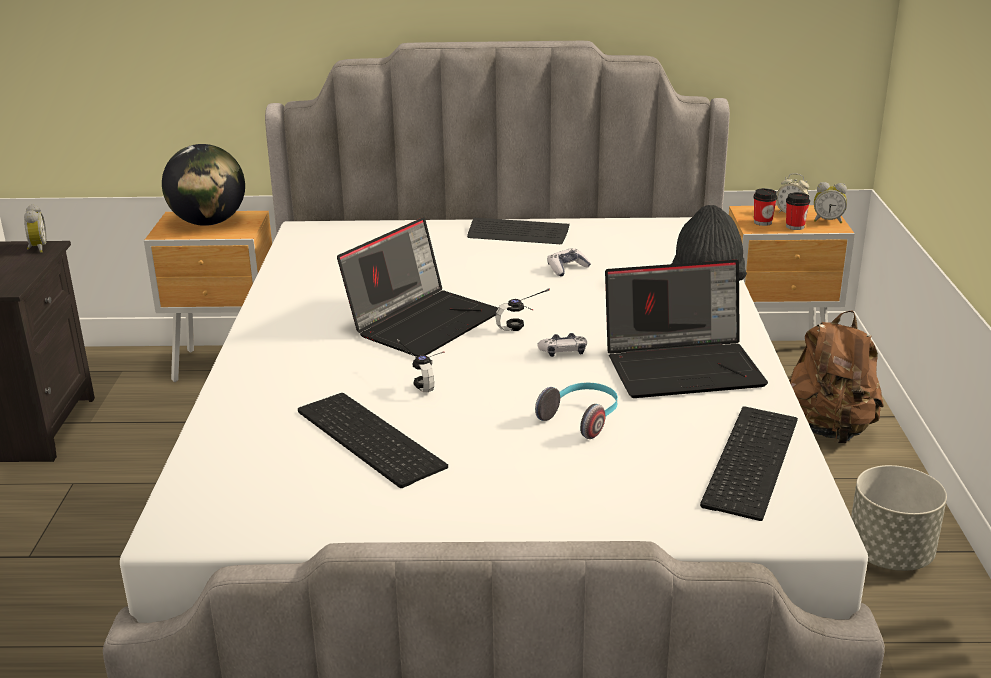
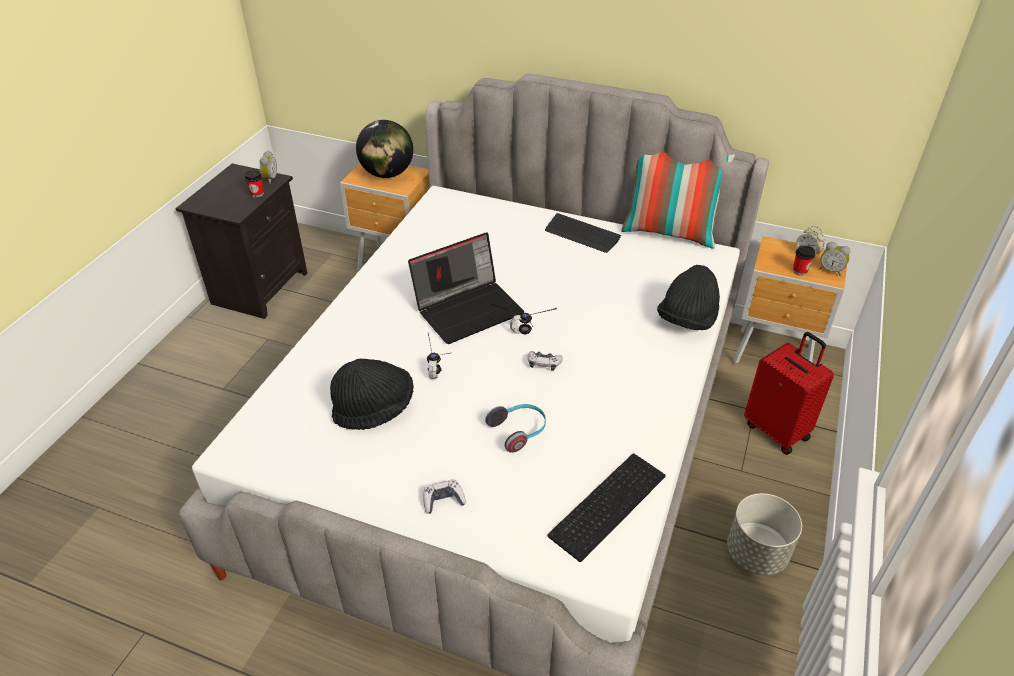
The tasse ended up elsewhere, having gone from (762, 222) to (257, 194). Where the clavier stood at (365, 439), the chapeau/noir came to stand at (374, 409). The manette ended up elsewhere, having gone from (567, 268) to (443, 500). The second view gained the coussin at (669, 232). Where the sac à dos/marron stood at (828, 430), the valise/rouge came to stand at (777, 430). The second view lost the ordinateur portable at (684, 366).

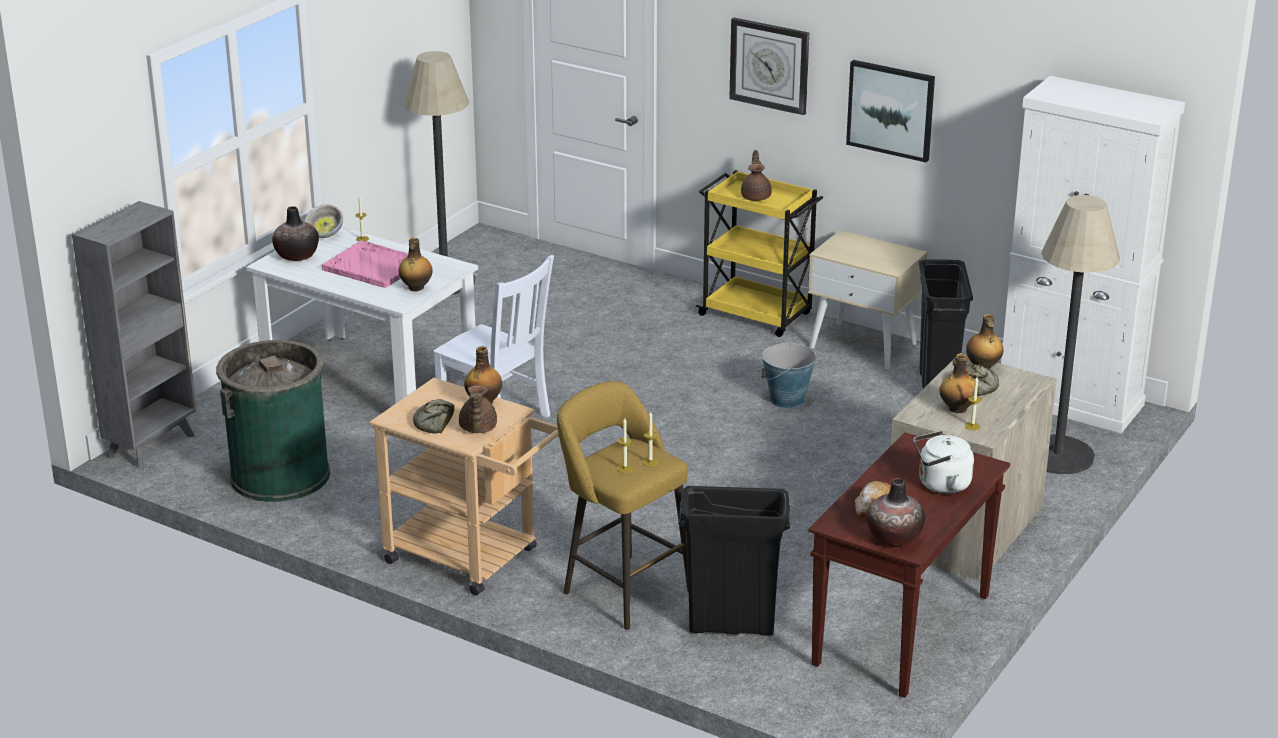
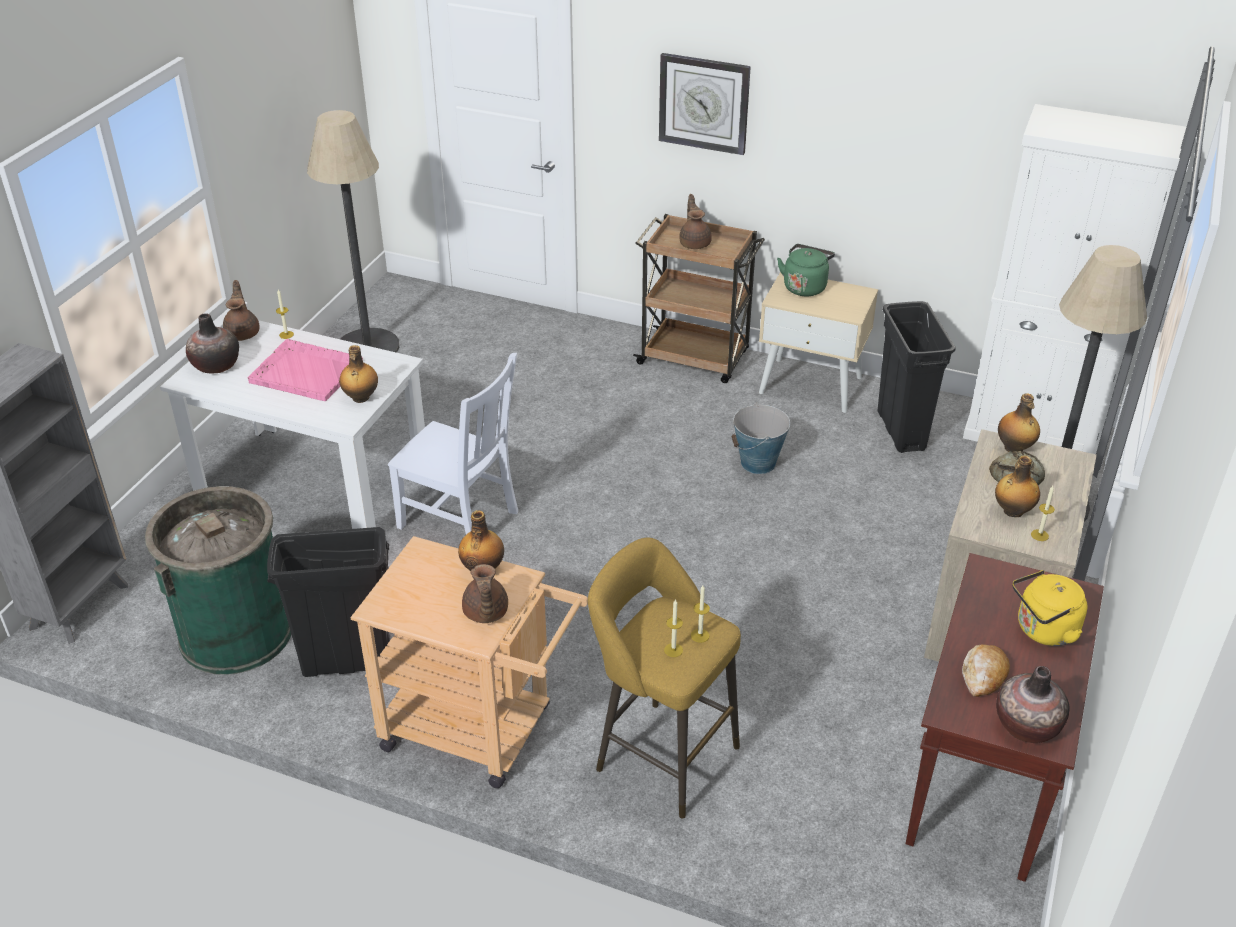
Where the bol stood at (325, 234), the théière/marron came to stand at (243, 333). The poubelle/noir ended up elsewhere, having gone from (732, 626) to (348, 662). What was the chariot/jaune at (757, 315) turned into the chariot/marron at (695, 358). The second view gained the bouilloire/vert at (805, 286). What was the bouilloire/blanc at (941, 485) turned into the bouilloire/jaune at (1043, 631). The second view lost the pain at (434, 422). The second view lost the tableau at (891, 109).

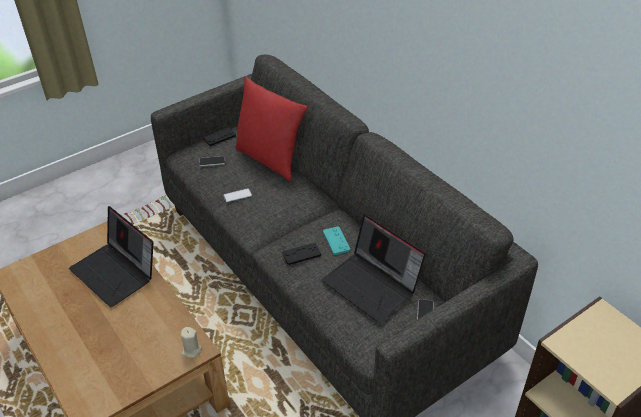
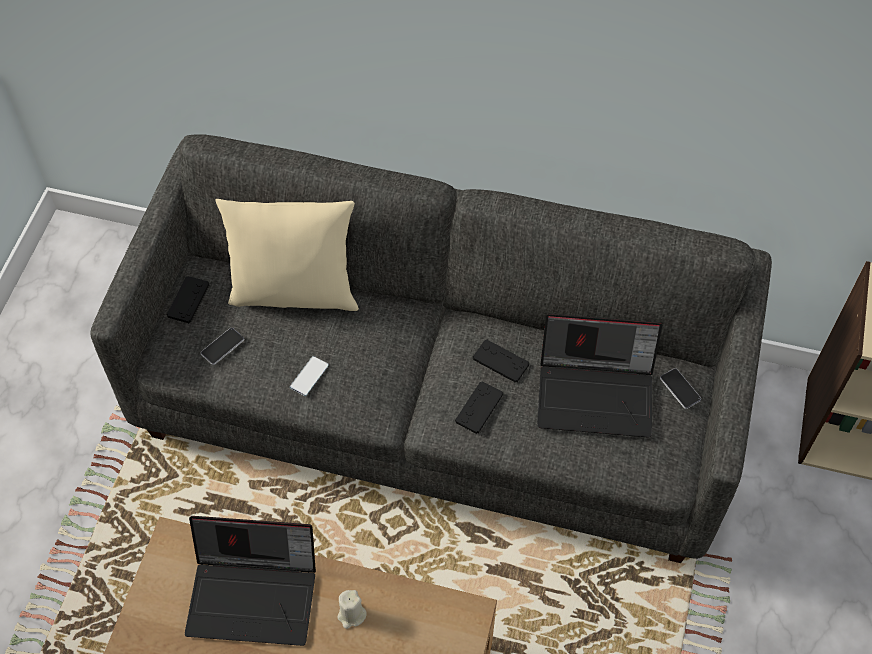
What was the coussin/rouge at (270, 159) turned into the coussin/beige at (295, 292). The bougie/beige ended up elsewhere, having gone from (191, 350) to (351, 615). What was the manette/turquoise at (336, 241) turned into the manette/noir at (500, 361).

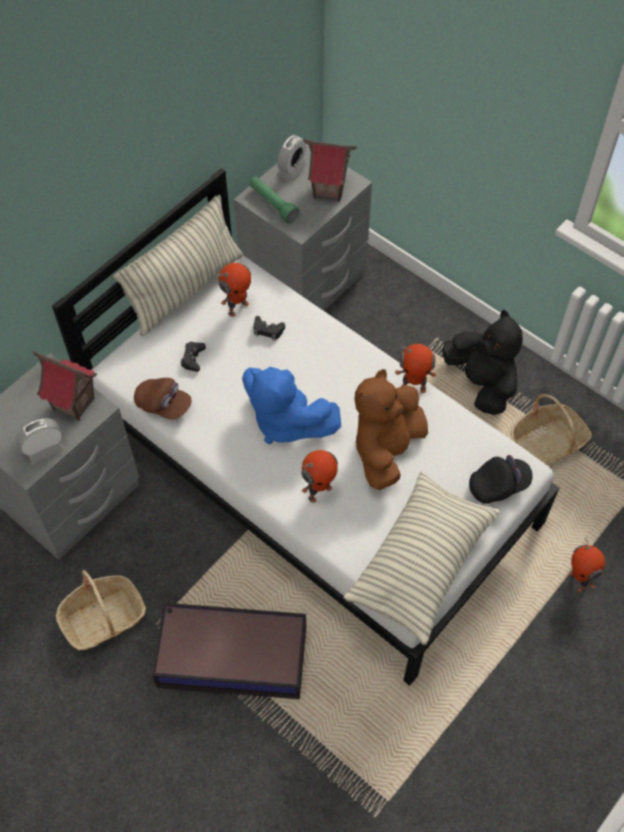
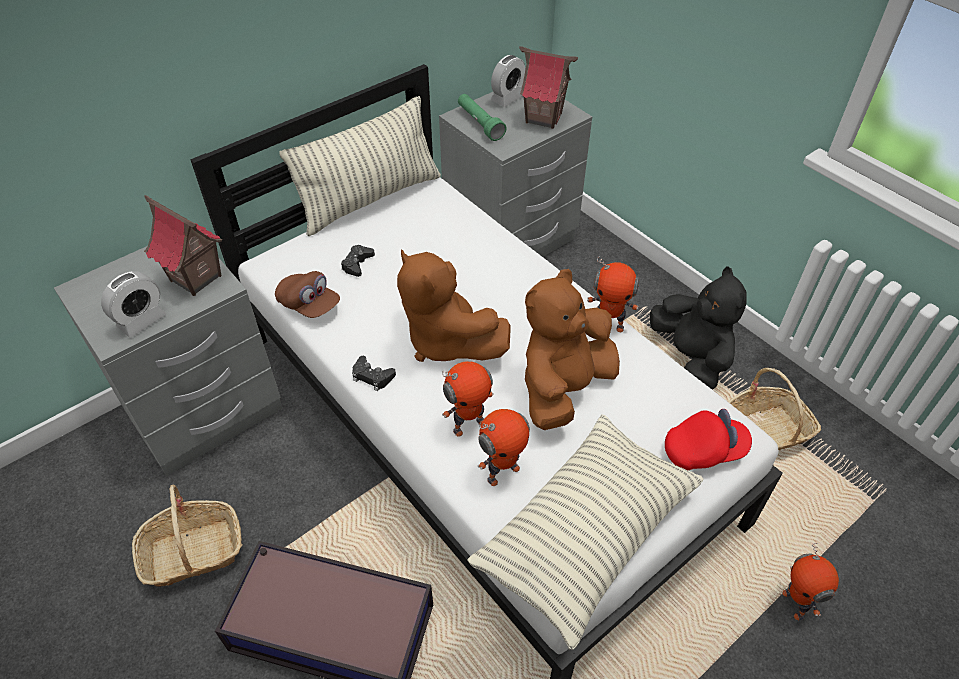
The réveil at (44, 450) ended up facing another way, 150 degrees clockwise from before. The manette/noir ended up elsewhere, having gone from (268, 330) to (372, 376). What was the peluche/bleu at (285, 421) turned into the peluche/marron at (446, 340). The robot jouet ended up elsewhere, having gone from (237, 307) to (502, 472). What was the casquette/noir at (498, 485) turned into the casquette/rouge at (704, 451).

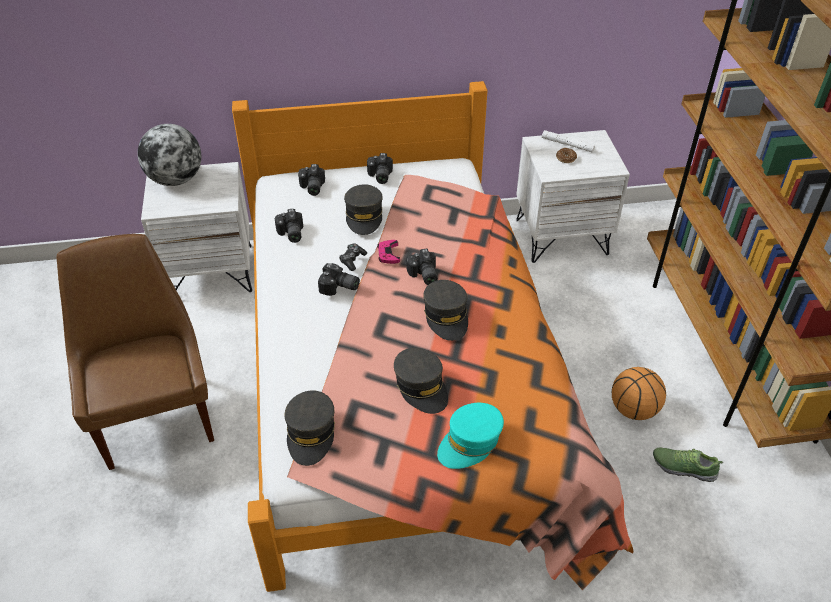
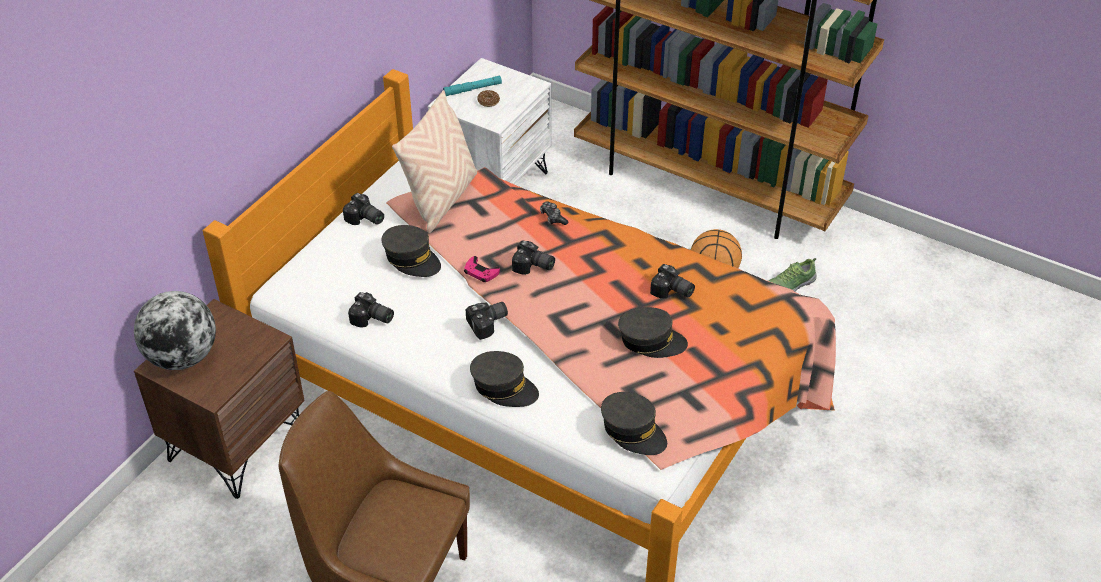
What was the table de chevet/blanc at (211, 271) turned into the table de chevet/marron at (236, 443). The second view gained the coussin/beige at (442, 199). What was the lampe de poche/blanc at (567, 145) turned into the lampe de poche/turquoise at (472, 89). The casquette/gris ended up elsewhere, having gone from (446, 316) to (504, 387). The manette ended up elsewhere, having gone from (352, 260) to (553, 217). The appareil photo ended up elsewhere, having gone from (311, 188) to (672, 292). The second view lost the casquette/turquoise at (470, 442).

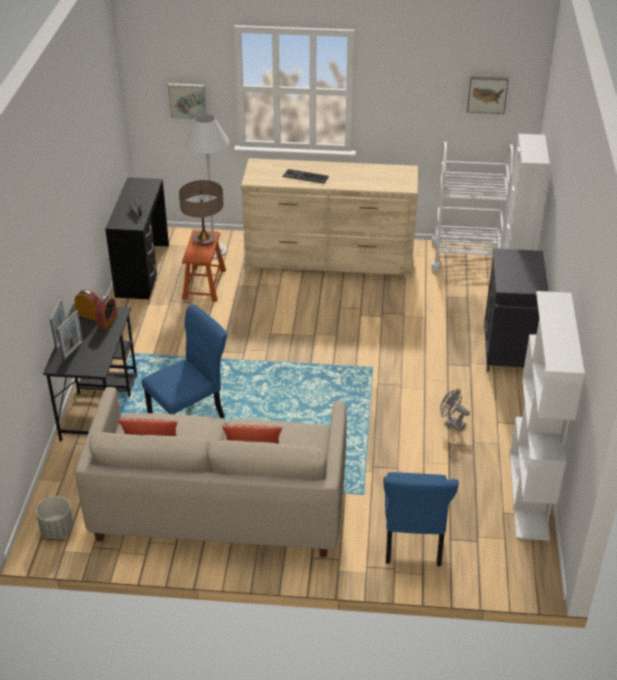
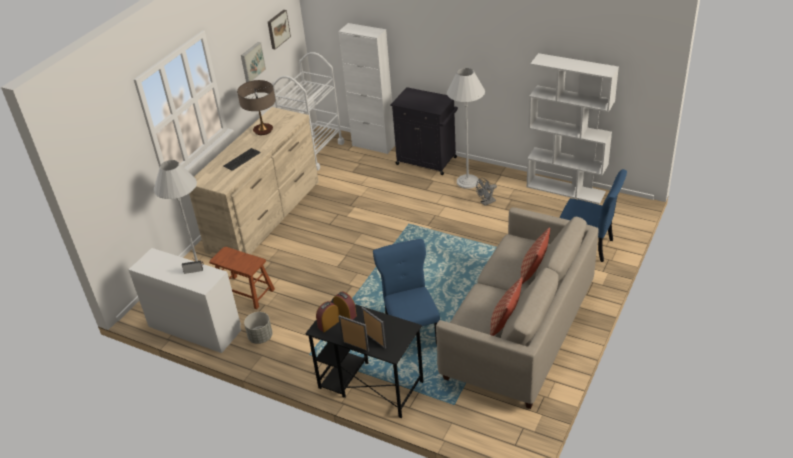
What was the bureau/noir at (142, 270) turned into the bureau/blanc at (194, 328). The lampe de table ended up elsewhere, having gone from (204, 239) to (263, 130). The tableau ended up elsewhere, having gone from (187, 100) to (252, 62). The cache-pot/gris ended up elsewhere, having gone from (57, 530) to (260, 337). The second view gained the lampadaire/blanc at (467, 181).

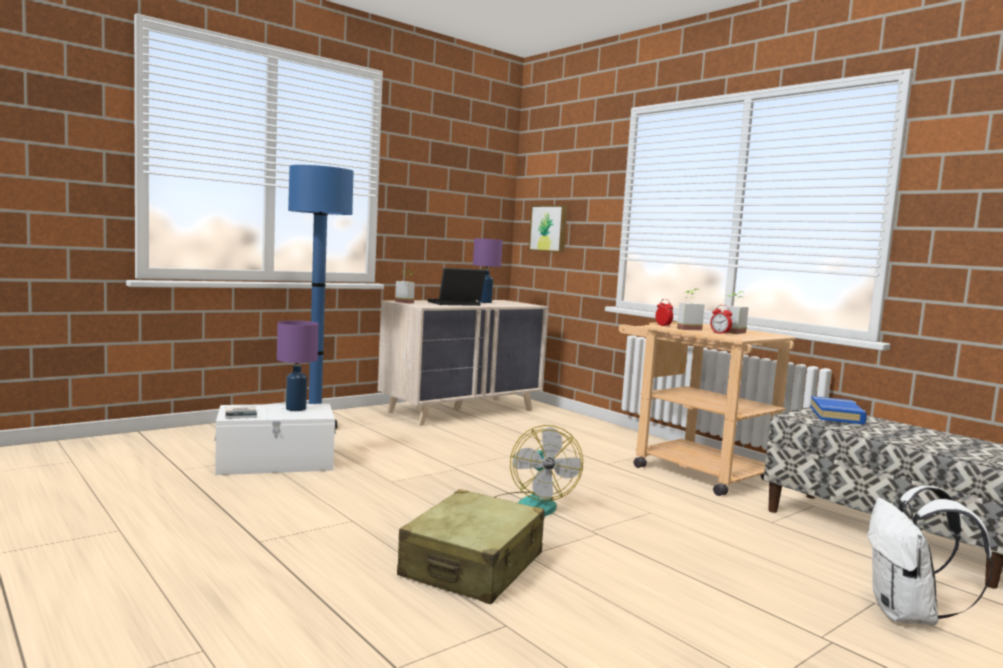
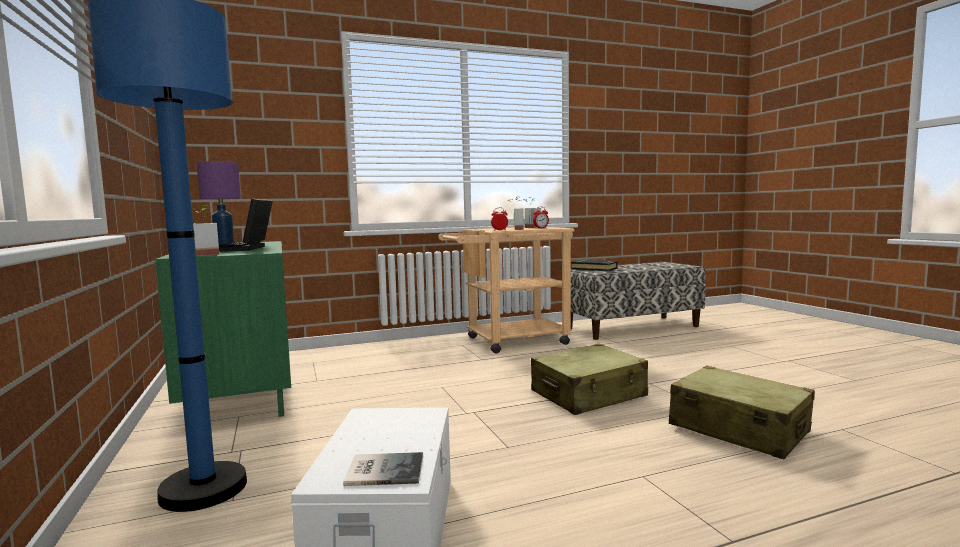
What was the commode/beige at (462, 411) turned into the commode/vert at (243, 389). Where the ventilateur stood at (531, 505), the valise/beige came to stand at (588, 394). What was the livre/bleu at (836, 415) turned into the livre/noir at (594, 269). The second view lost the lampe de table/violet at (295, 409). The second view lost the tableau at (549, 228). The second view lost the sac à dos/blanc at (908, 616).

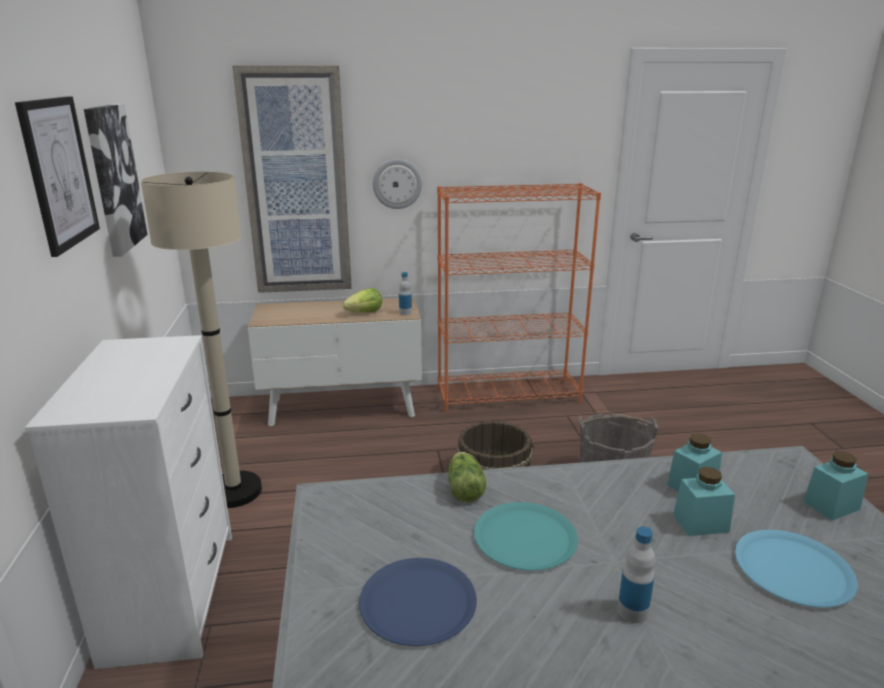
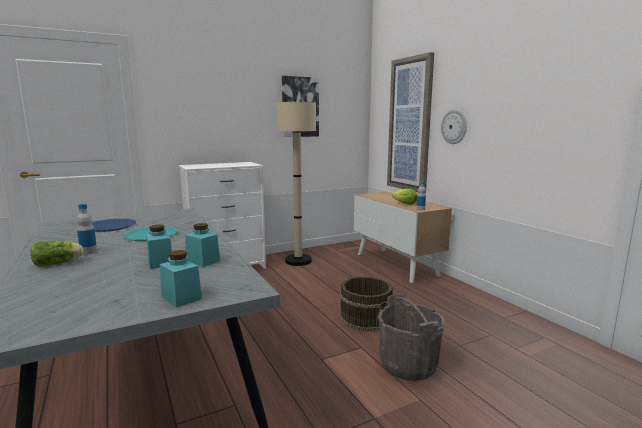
The laitue ended up elsewhere, having gone from (465, 487) to (59, 263). The second view lost the tableau at (59, 173). The second view lost the bibliothèque/orange at (508, 394). The second view lost the assiette/bleu at (793, 569).

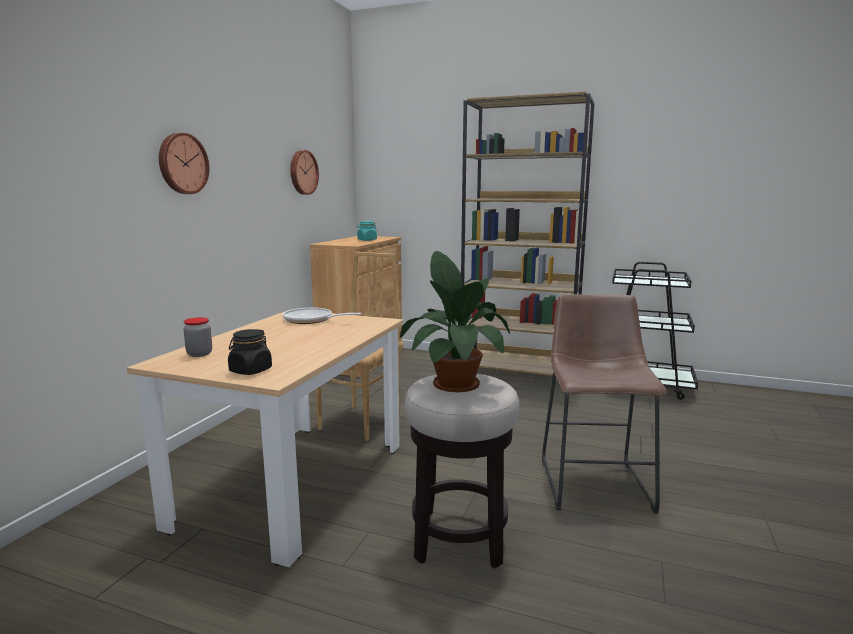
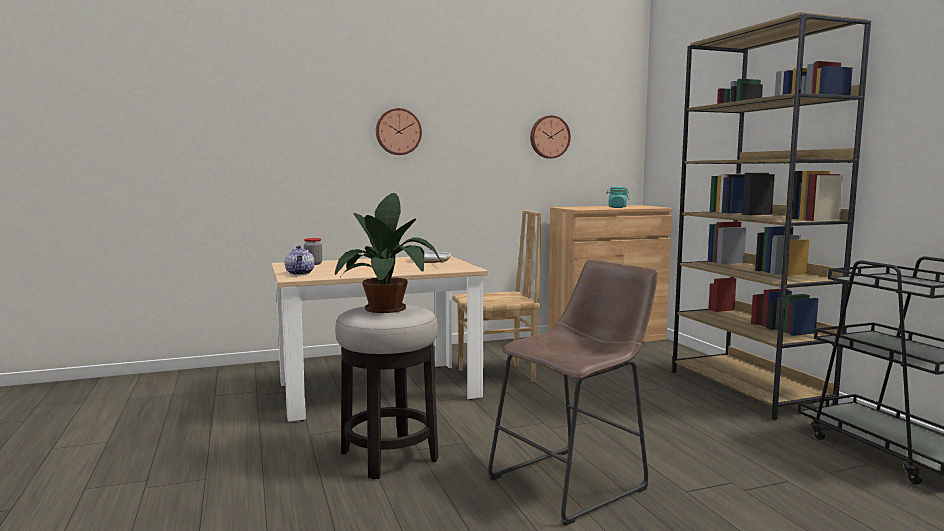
Where the bocal/noir stood at (250, 370), the théière came to stand at (300, 273).

